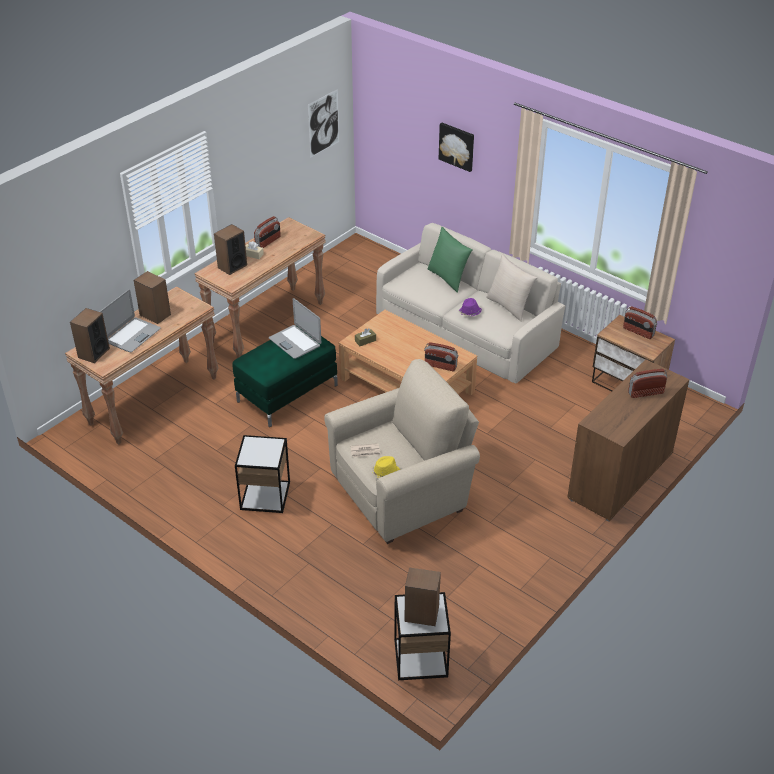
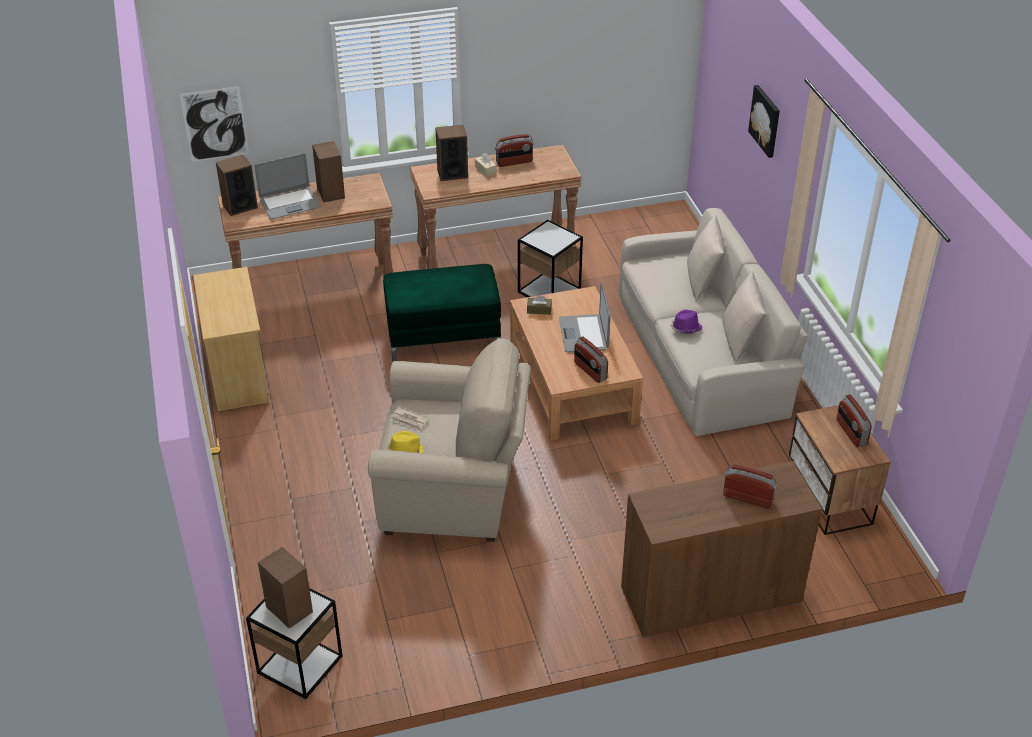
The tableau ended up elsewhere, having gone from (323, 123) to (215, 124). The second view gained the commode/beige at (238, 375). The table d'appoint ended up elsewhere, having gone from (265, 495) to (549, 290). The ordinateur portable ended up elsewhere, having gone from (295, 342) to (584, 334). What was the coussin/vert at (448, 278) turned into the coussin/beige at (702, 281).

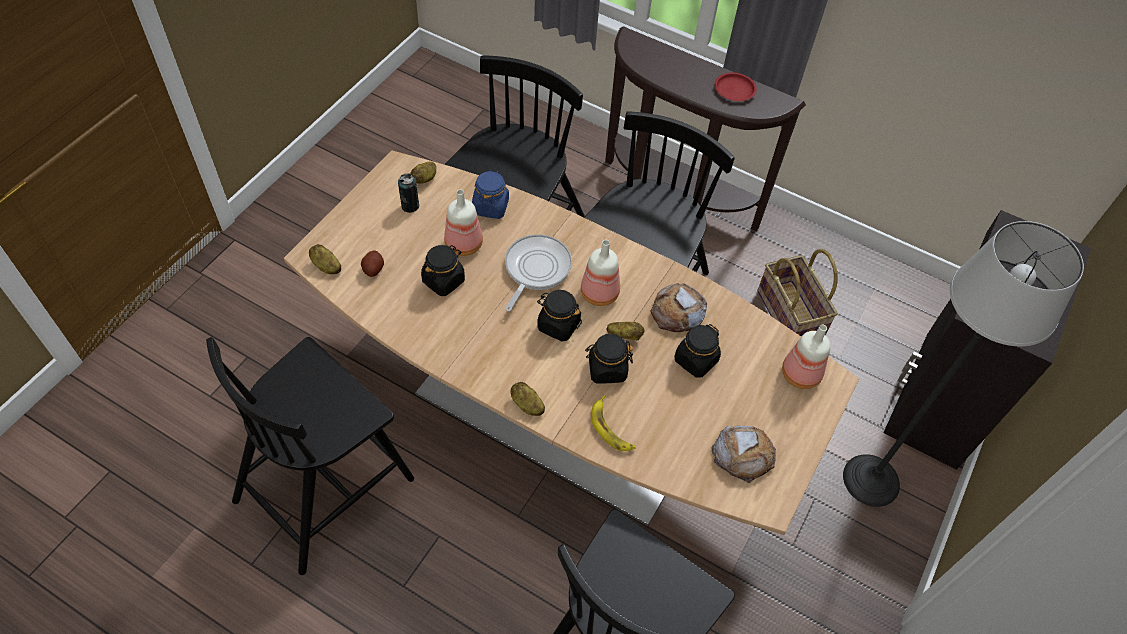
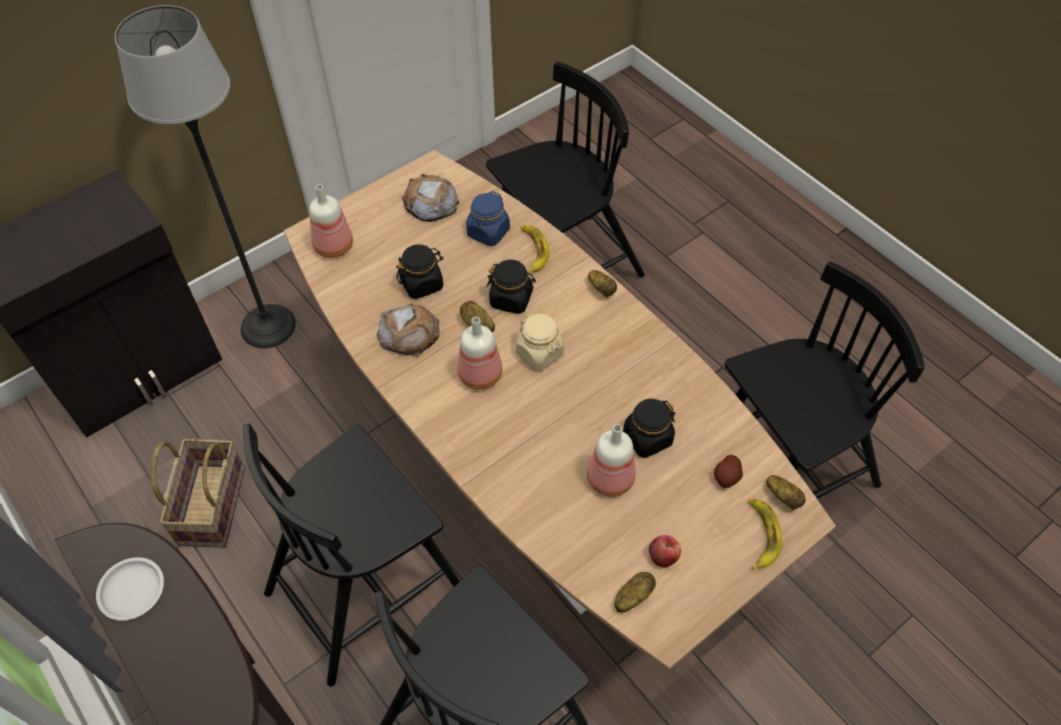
What was the assiette/rouge at (734, 90) turned into the assiette/blanc at (132, 590). The bocal/bleu ended up elsewhere, having gone from (490, 206) to (488, 232). What was the bocal/noir at (558, 325) turned into the bocal/beige at (540, 353). Where the boîte métallique stood at (410, 206), the pomme came to stand at (663, 556). The second view gained the banane at (761, 534). The second view lost the poêle at (535, 269).

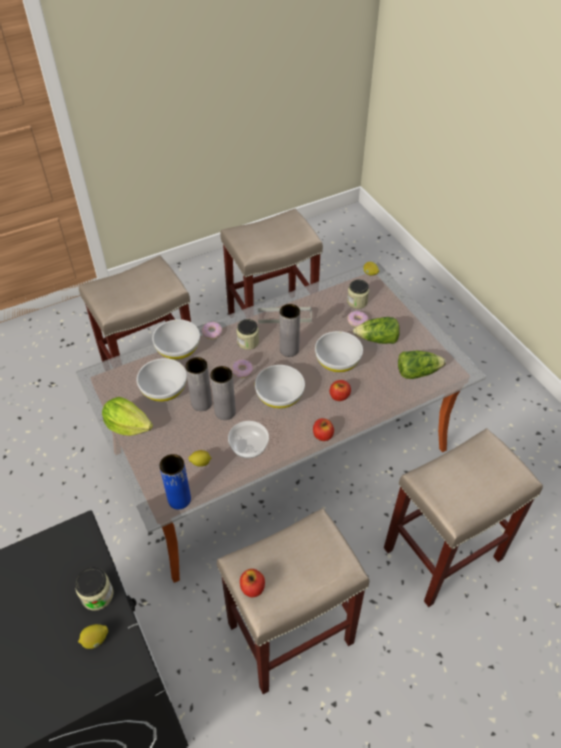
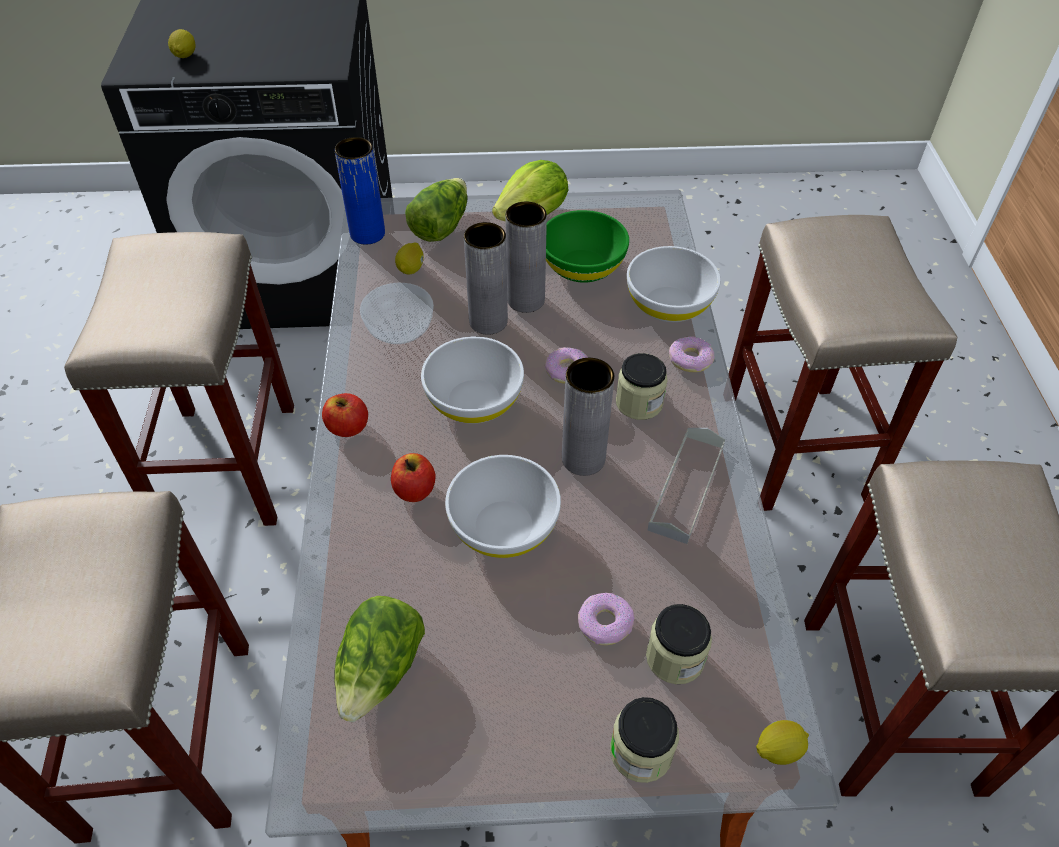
The laitue ended up elsewhere, having gone from (377, 339) to (440, 225). What was the bol/blanc at (164, 390) turned into the bol/vert at (582, 267). The bocal ended up elsewhere, having gone from (97, 595) to (641, 751). The second view lost the pomme at (252, 587).

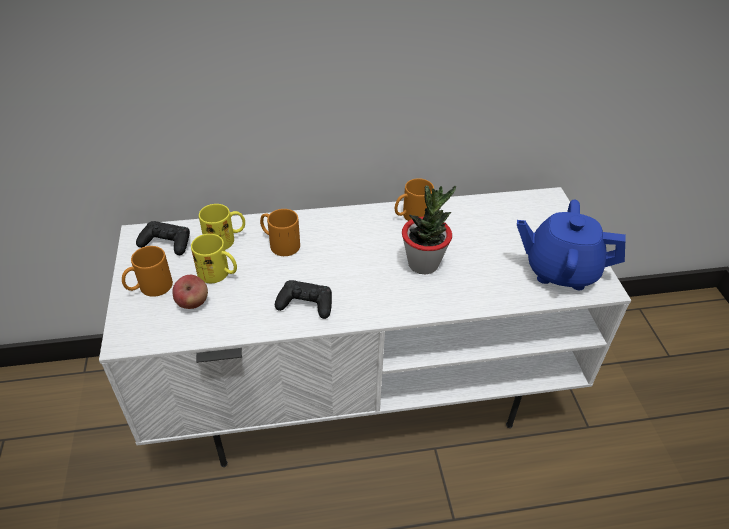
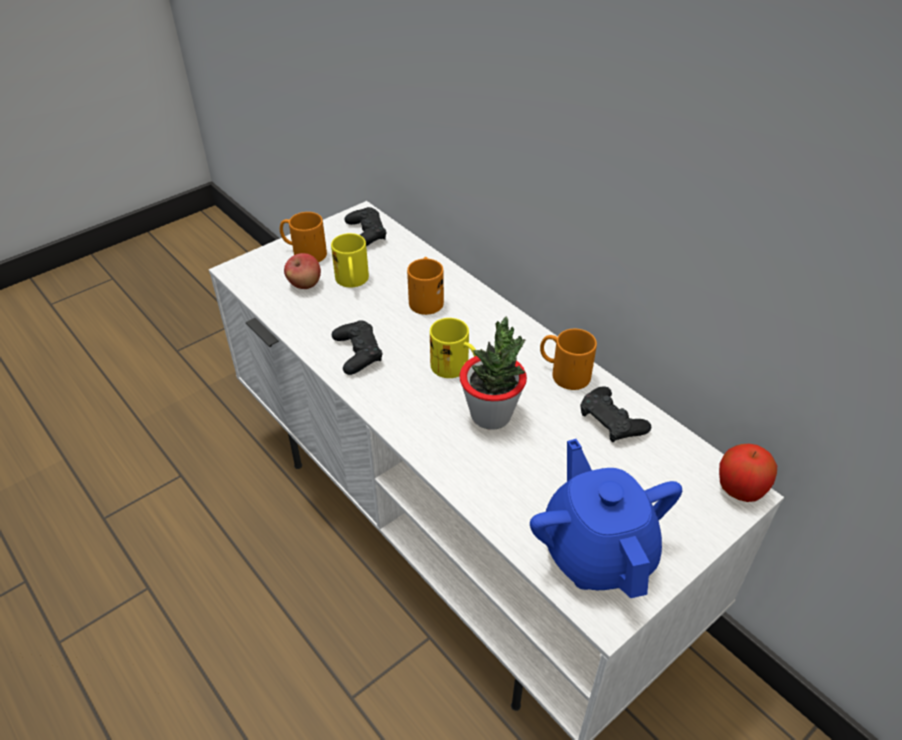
The mug/jaune ended up elsewhere, having gone from (226, 239) to (456, 368). The second view gained the manette/noir at (611, 421). The second view gained the pomme at (740, 489).

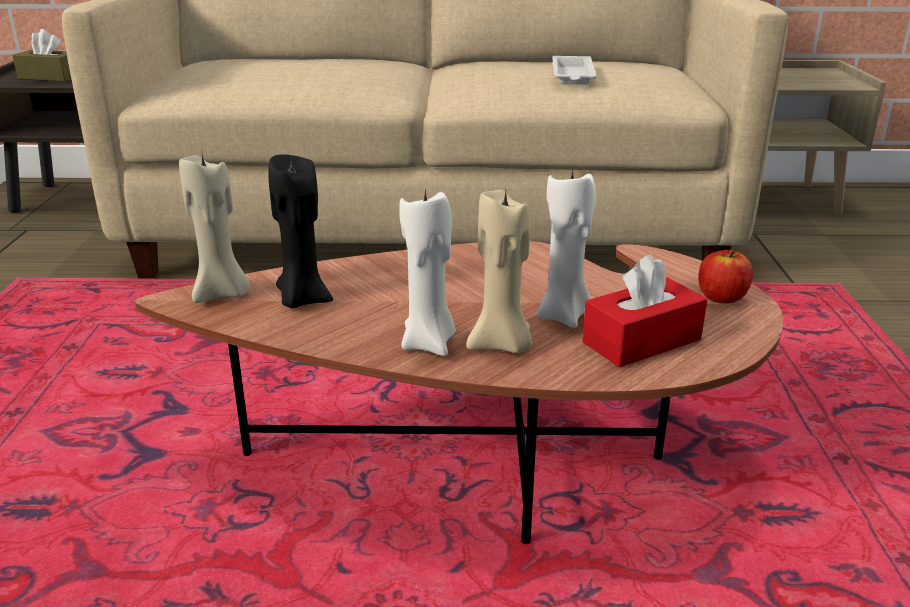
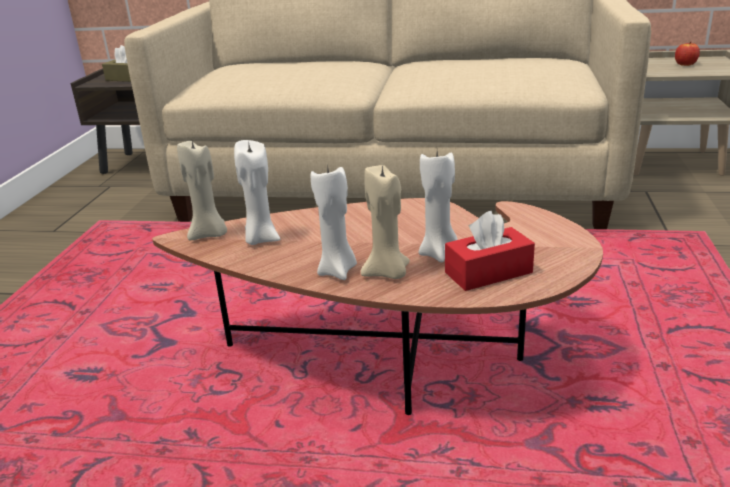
What was the bougie/noir at (302, 300) turned into the bougie/blanc at (261, 239). The pomme ended up elsewhere, having gone from (721, 297) to (685, 64). The second view lost the plateau/blanc at (573, 76).

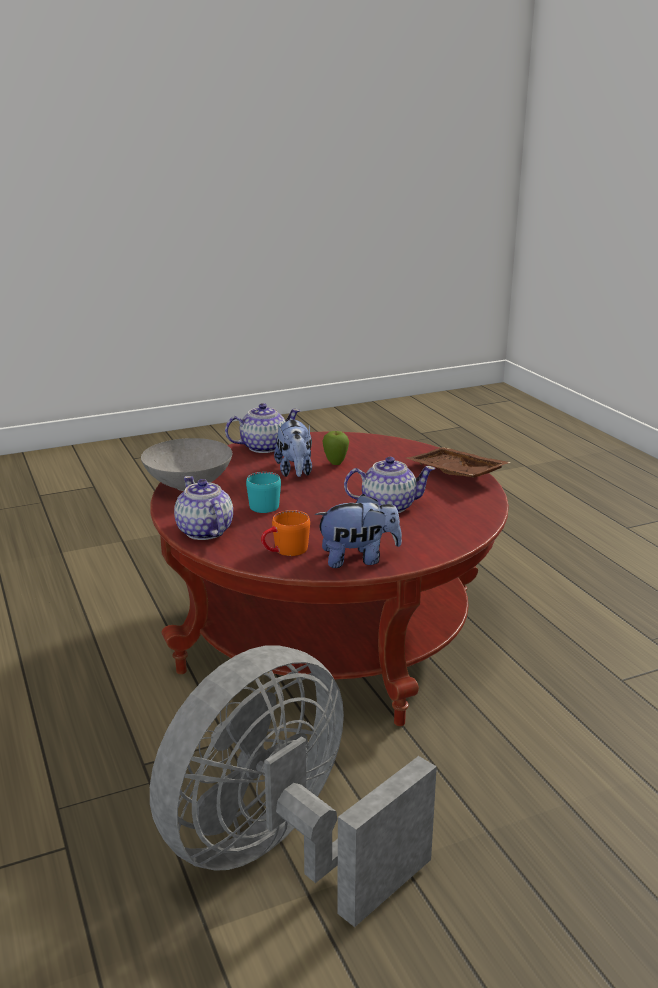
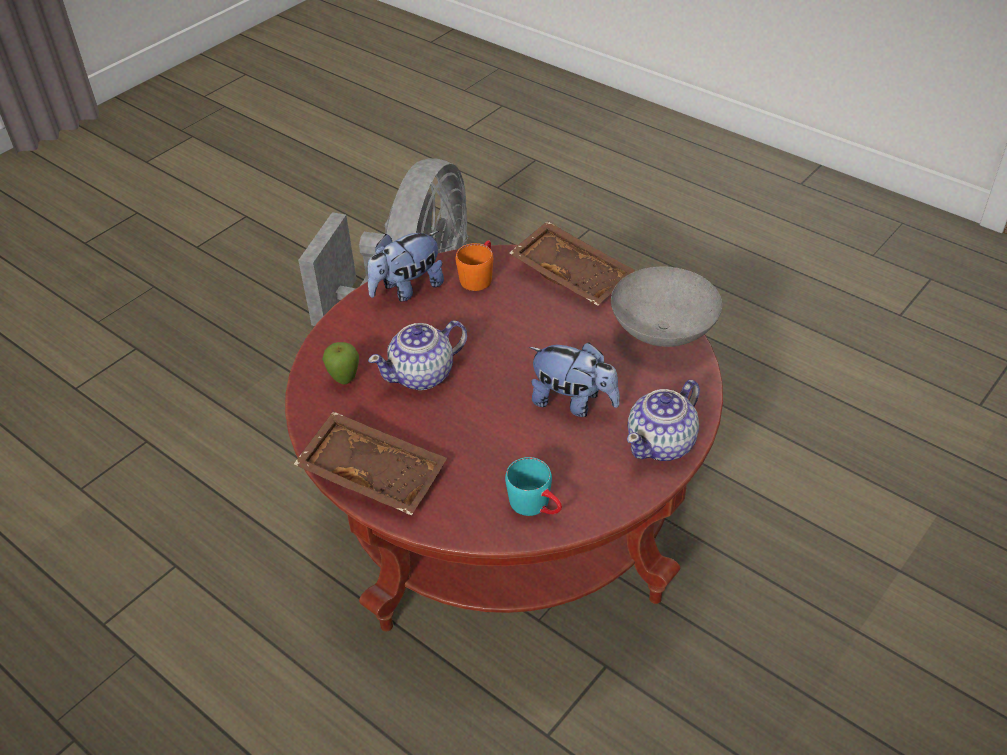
The pomme ended up elsewhere, having gone from (335, 464) to (344, 380). The mug/turquoise ended up elsewhere, having gone from (261, 503) to (537, 506). Where the théière stood at (204, 532), the plateau/marron came to stand at (572, 274). The peluche at (295, 471) ended up facing another way, 150 degrees clockwise from before.

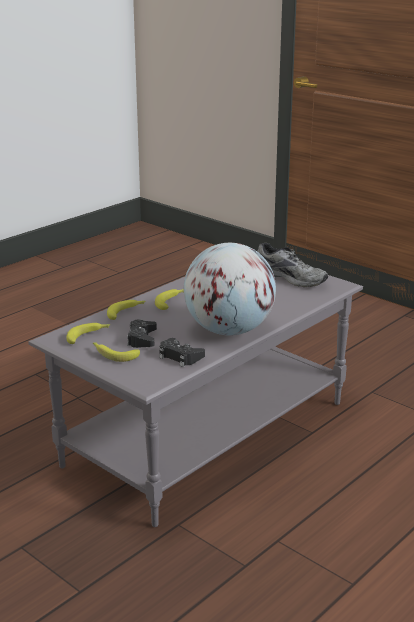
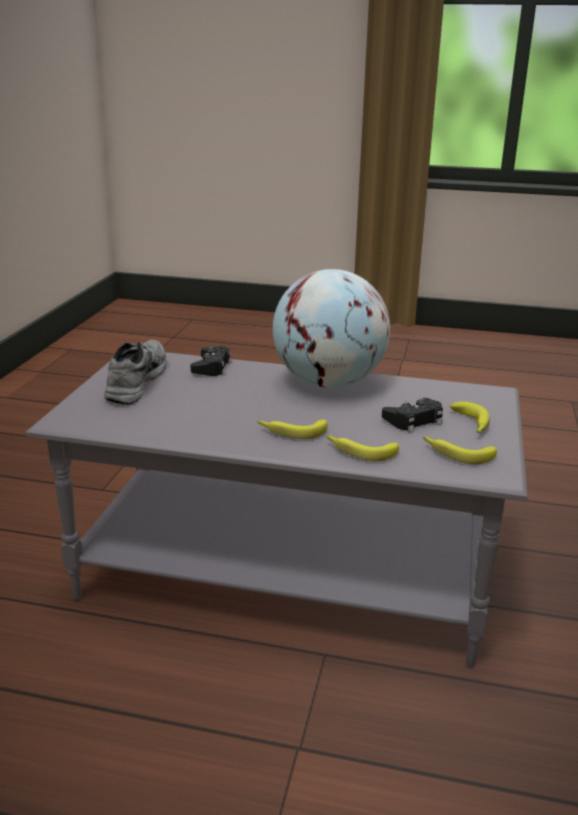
The manette/noir ended up elsewhere, having gone from (180, 357) to (212, 367).

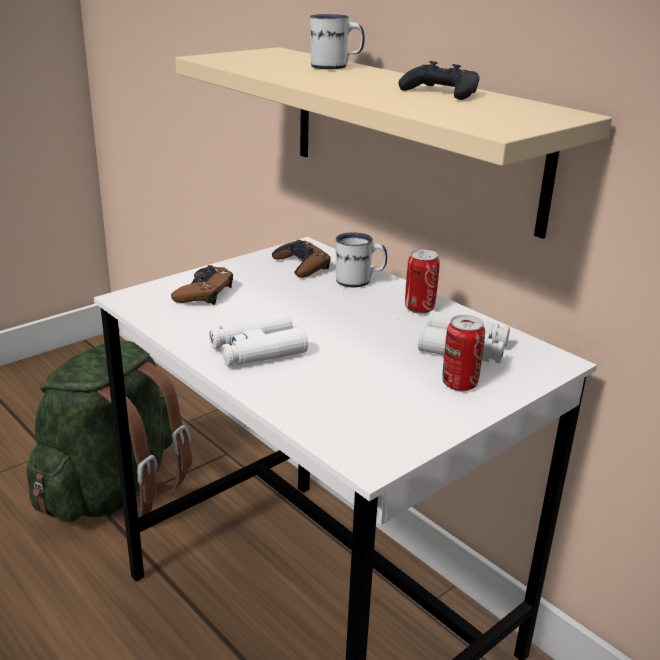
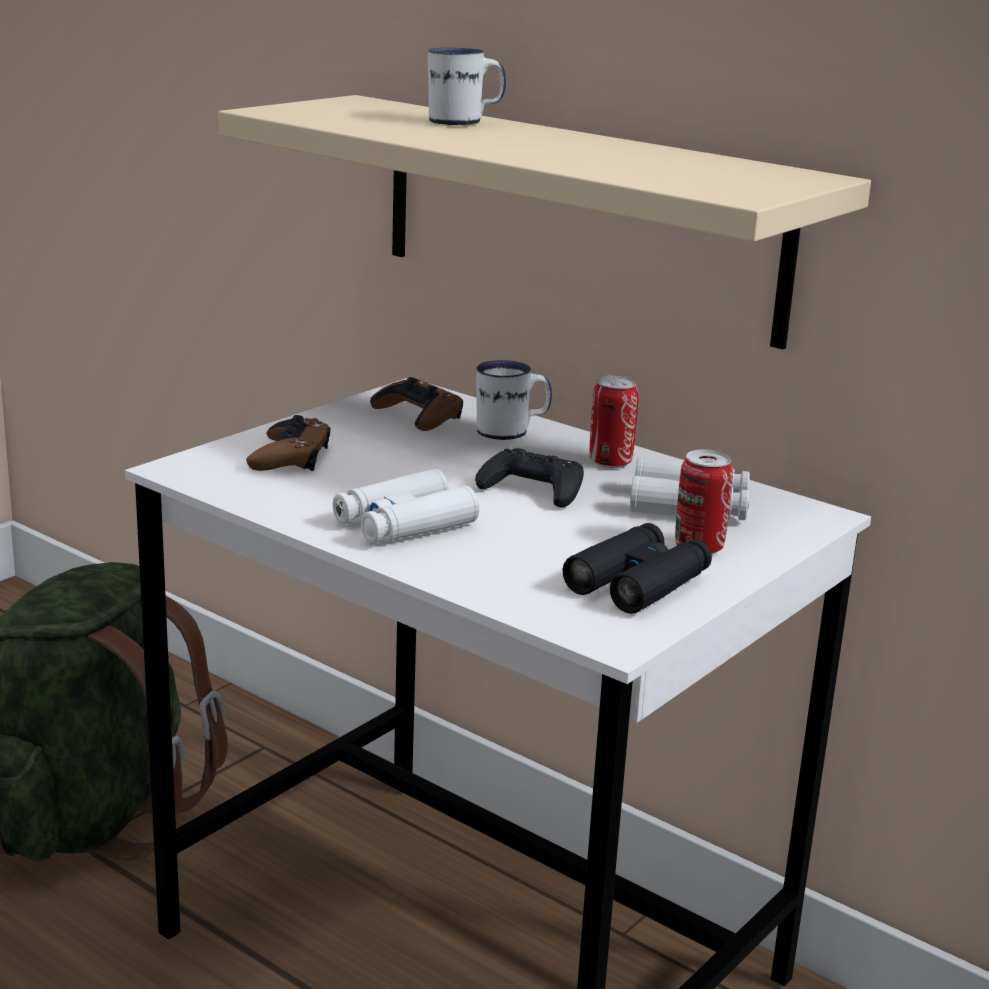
The manette/noir ended up elsewhere, having gone from (440, 92) to (532, 489). The second view gained the jumelles/noir at (638, 583).

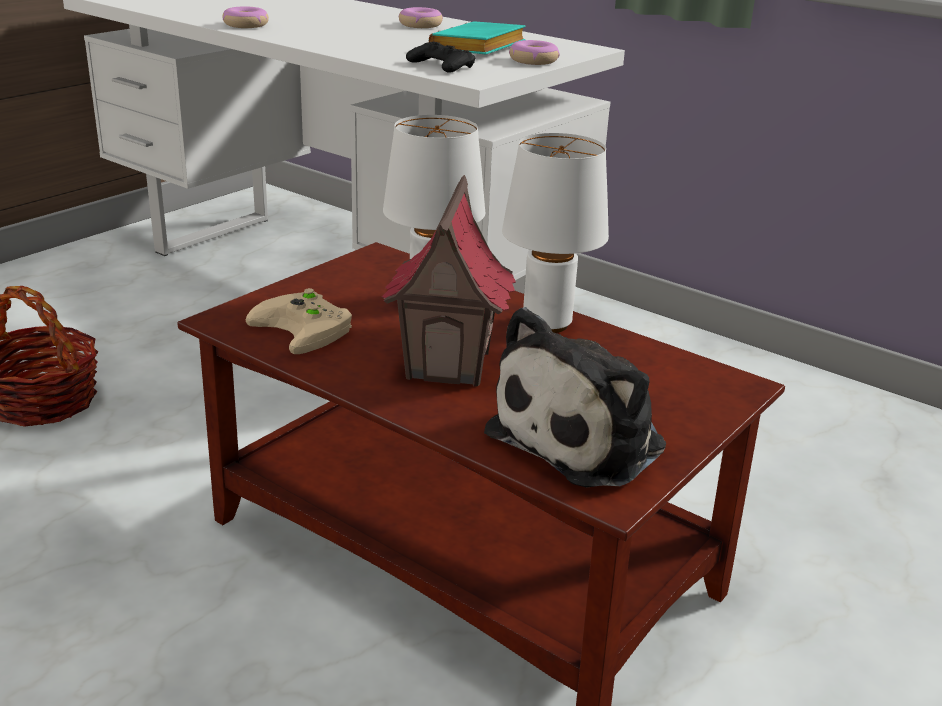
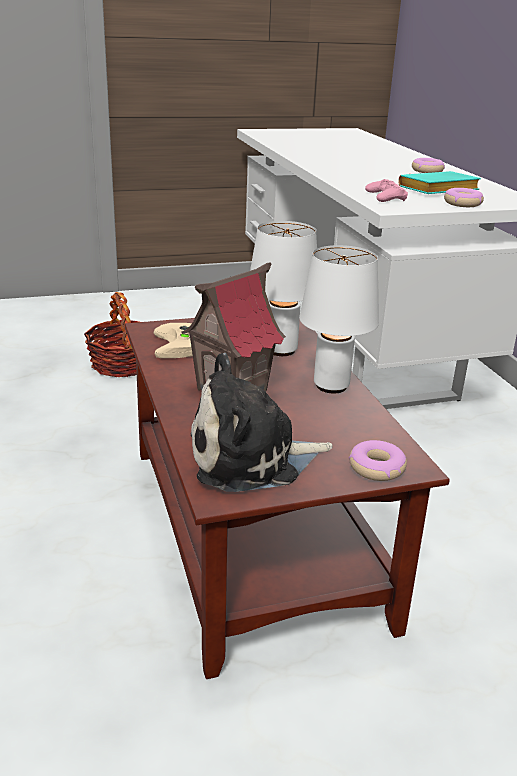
The beignet ended up elsewhere, having gone from (246, 25) to (377, 468). What was the manette/noir at (441, 66) turned into the manette/rose at (385, 197).

